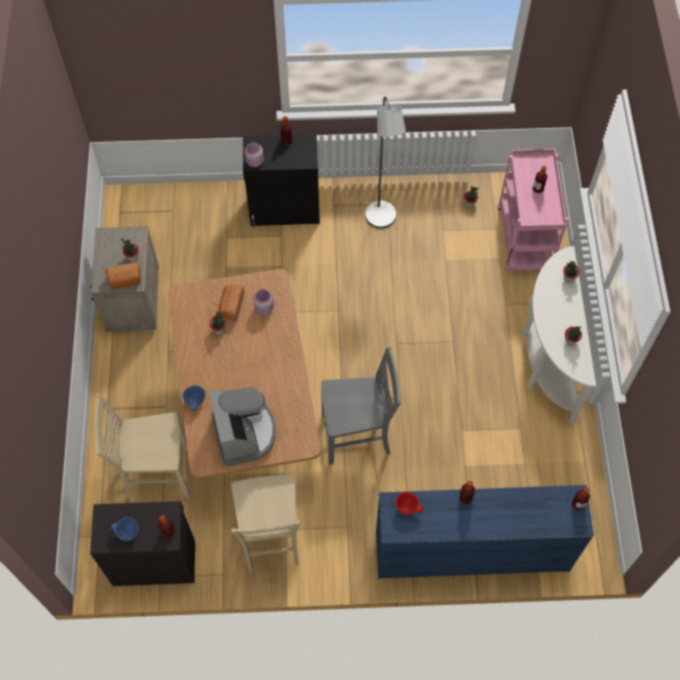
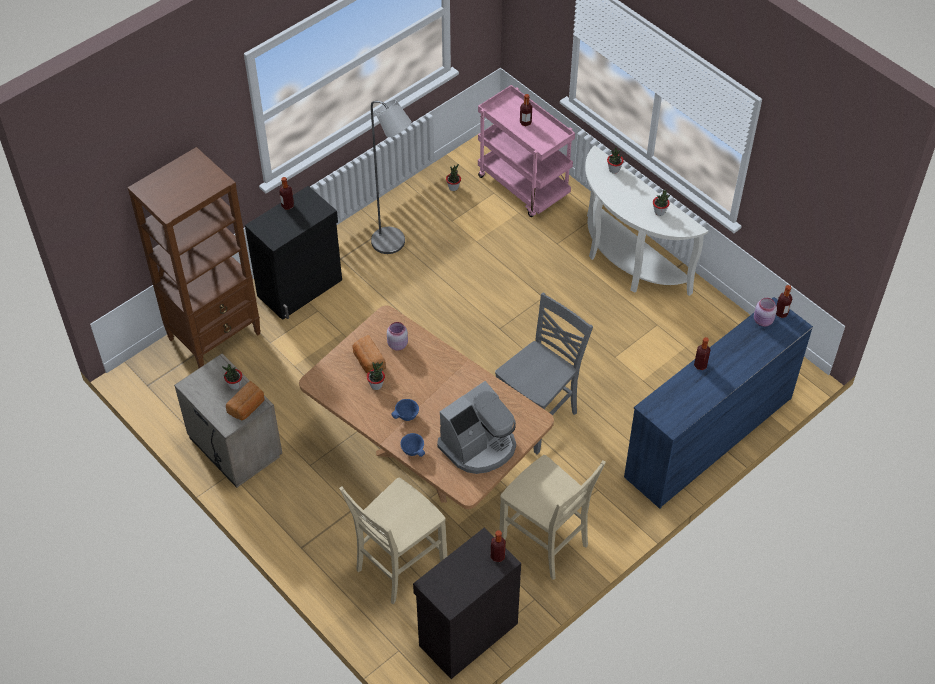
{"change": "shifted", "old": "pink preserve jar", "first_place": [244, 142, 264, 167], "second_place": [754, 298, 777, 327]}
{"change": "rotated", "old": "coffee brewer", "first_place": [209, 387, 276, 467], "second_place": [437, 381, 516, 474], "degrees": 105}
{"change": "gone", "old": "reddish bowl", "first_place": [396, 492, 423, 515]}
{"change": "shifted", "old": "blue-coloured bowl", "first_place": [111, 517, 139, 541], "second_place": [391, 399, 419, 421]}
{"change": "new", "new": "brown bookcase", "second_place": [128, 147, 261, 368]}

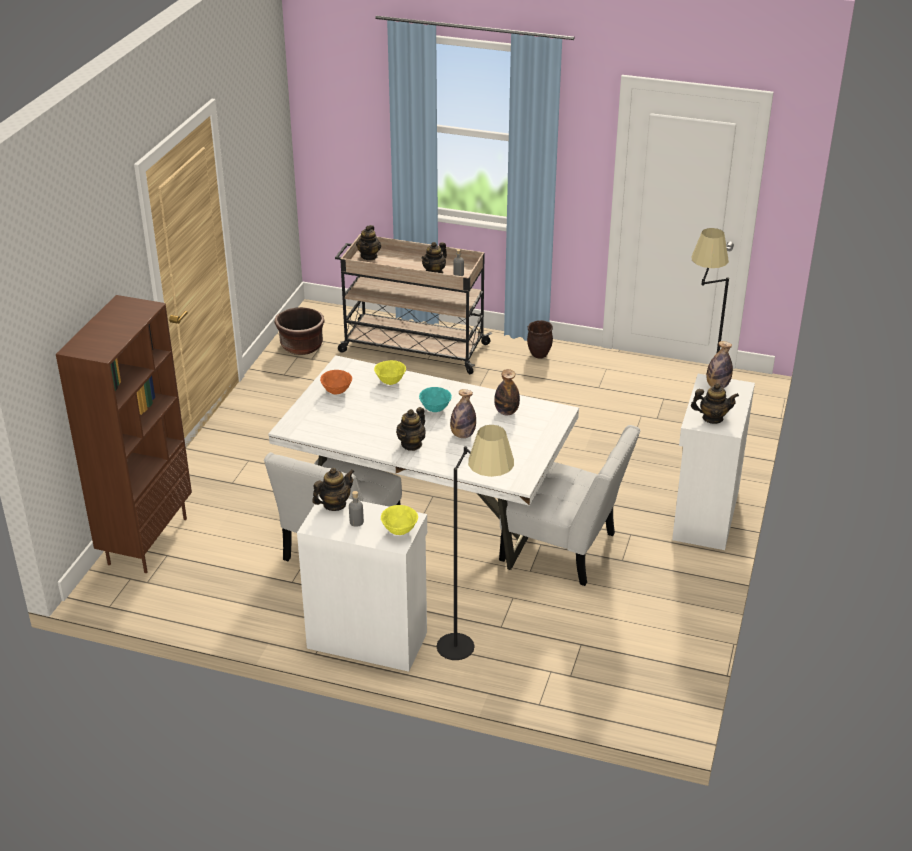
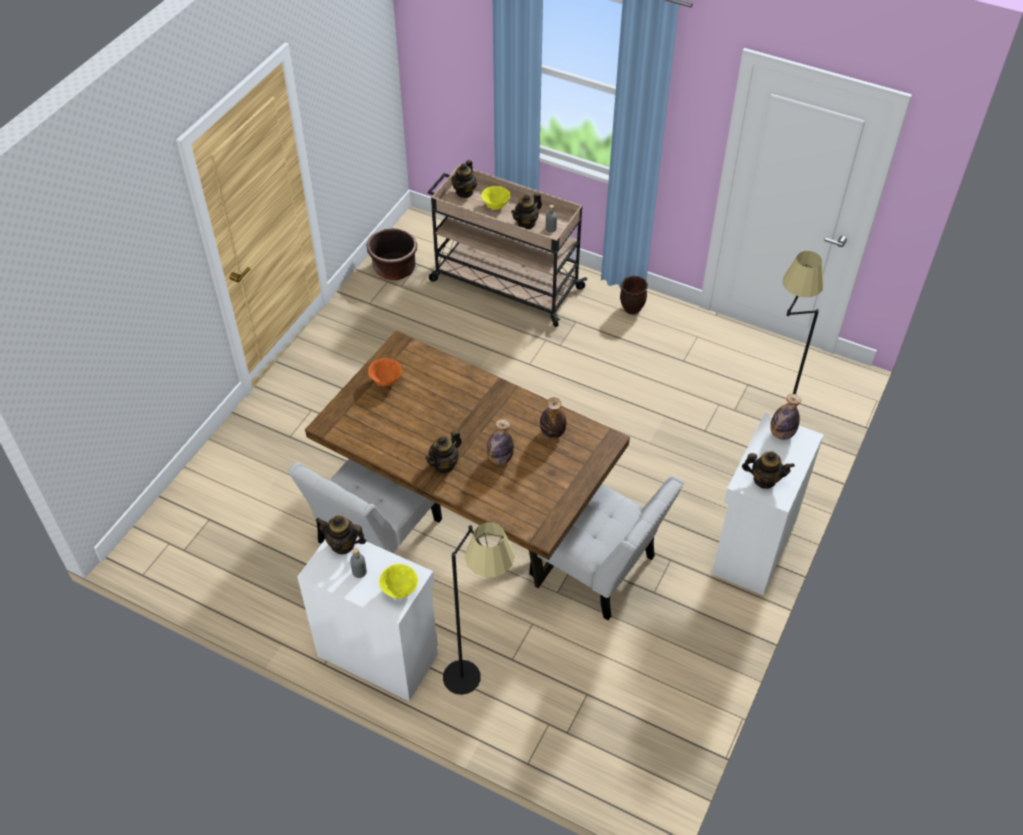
{"change": "gone", "old": "brown bookcase", "first_place": [56, 295, 192, 573]}
{"change": "repainted", "old": "white dinner table", "new": "brown dinner table", "first_place": [268, 355, 579, 570], "second_place": [305, 330, 630, 588]}
{"change": "shifted", "old": "yellow bowl", "first_place": [374, 360, 406, 385], "second_place": [481, 186, 510, 210]}
{"change": "gone", "old": "turquoise-coloured bowl", "first_place": [419, 387, 452, 412]}
{"change": "rotated", "old": "teapot", "first_place": [312, 468, 355, 511], "second_place": [316, 515, 366, 554], "degrees": -135}

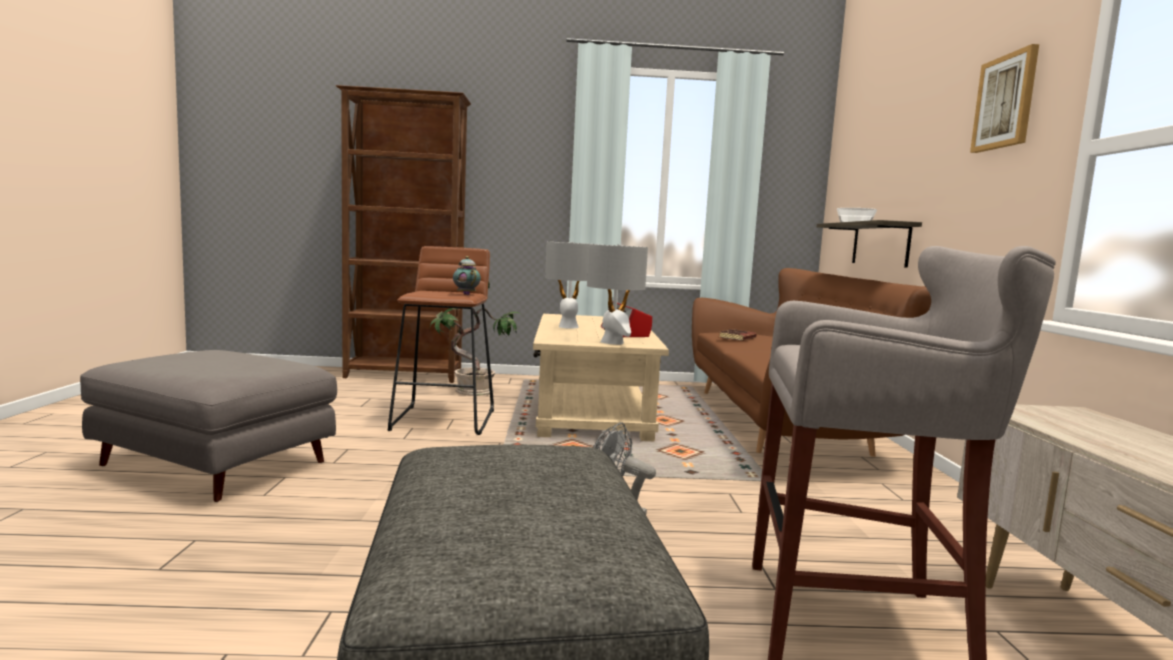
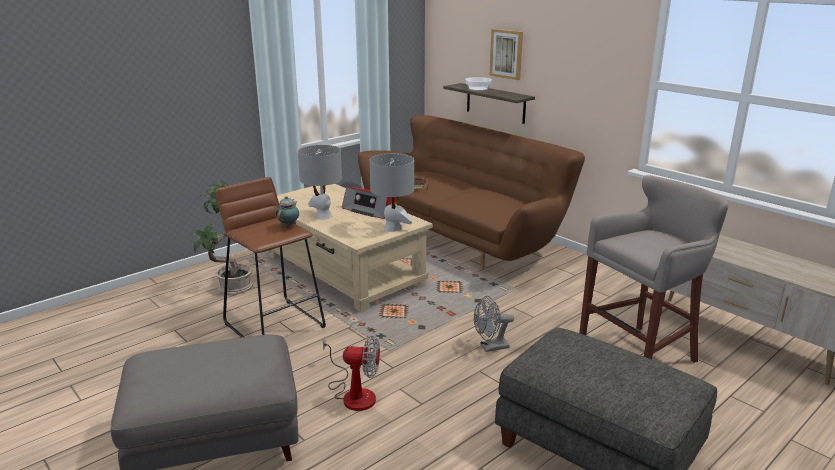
{"change": "shifted", "old": "wall picture", "first_place": [970, 44, 1039, 153], "second_place": [490, 29, 523, 80]}
{"change": "gone", "old": "brown bookcase", "first_place": [336, 85, 471, 383]}
{"change": "rotated", "old": "teapot", "first_place": [453, 256, 481, 295], "second_place": [276, 196, 299, 228], "degrees": 90}
{"change": "new", "new": "fan", "second_place": [323, 336, 380, 411]}

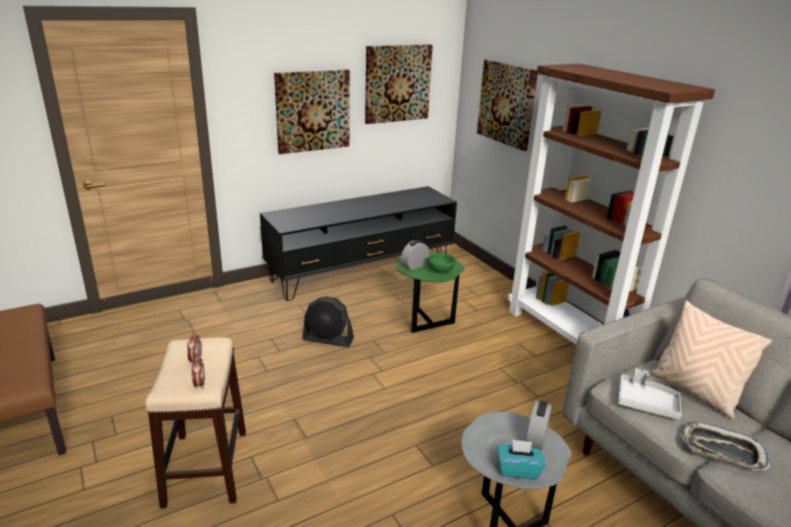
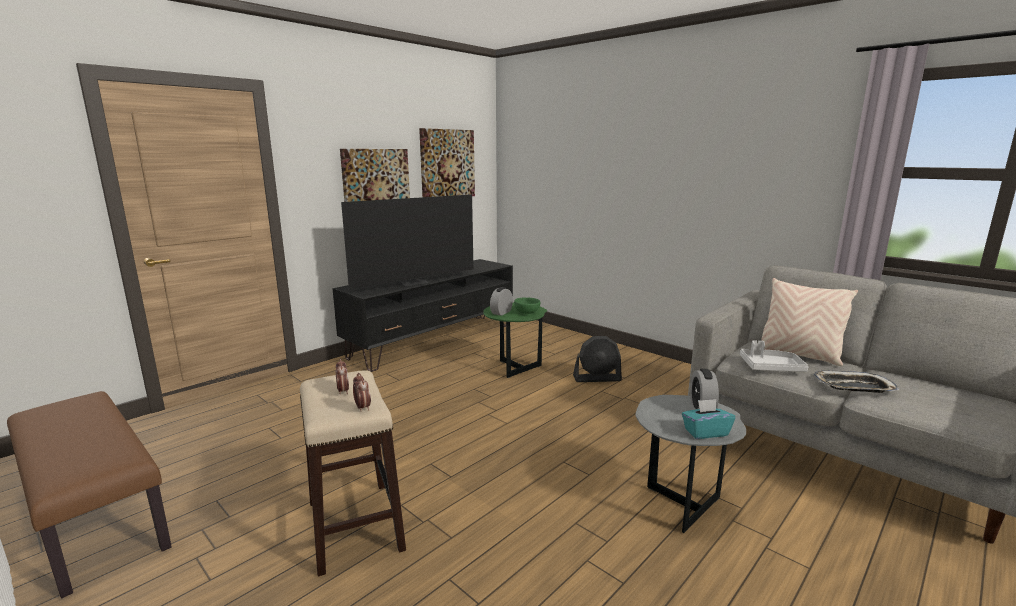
{"change": "gone", "old": "wall picture", "first_place": [477, 60, 538, 151]}
{"change": "gone", "old": "brown bookcase", "first_place": [508, 63, 715, 345]}
{"change": "shifted", "old": "blackish fan", "first_place": [302, 296, 354, 347], "second_place": [573, 336, 622, 382]}
{"change": "new", "new": "TV set", "second_place": [341, 195, 474, 289]}

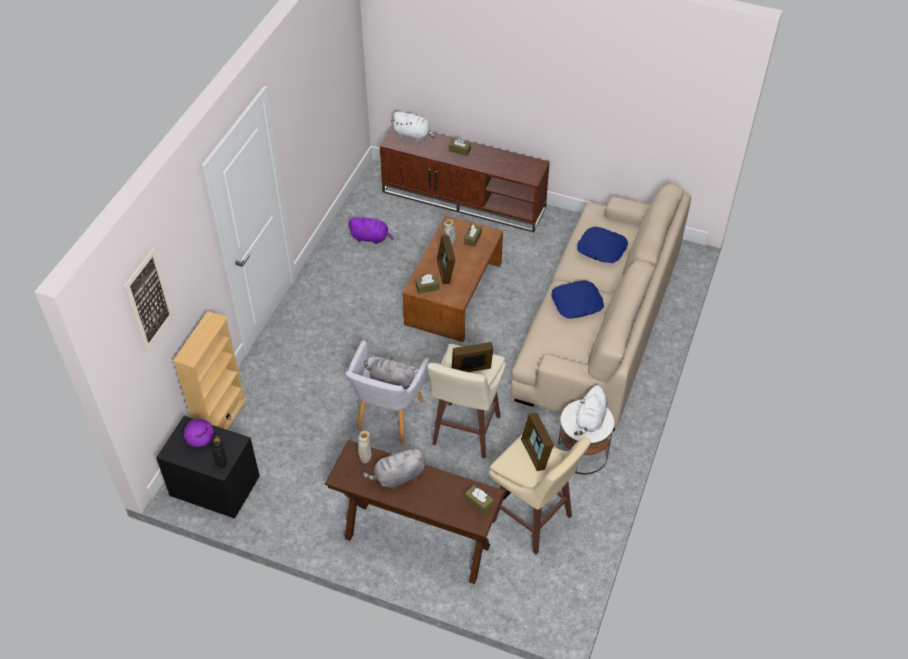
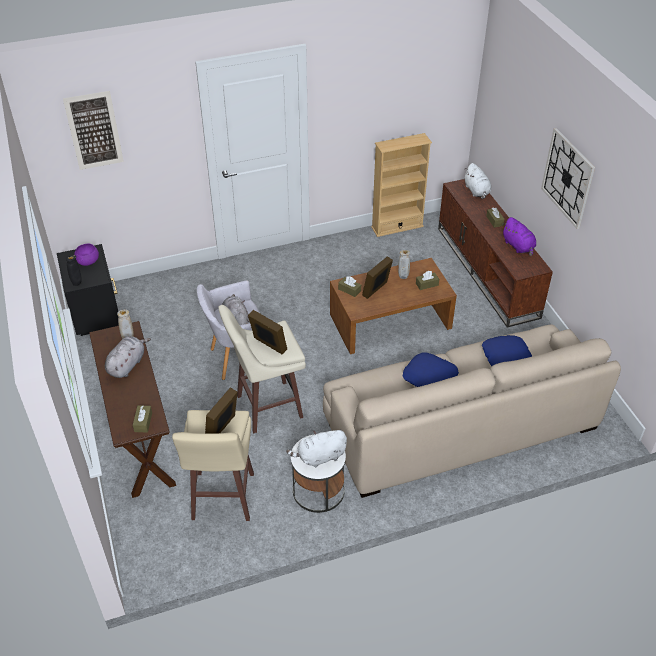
{"change": "shifted", "old": "purple-coloured plush toy", "first_place": [348, 217, 394, 244], "second_place": [502, 217, 536, 256]}
{"change": "shifted", "old": "beige bookcase", "first_place": [173, 311, 247, 430], "second_place": [371, 133, 432, 237]}
{"change": "rotated", "old": "gray plush toy", "first_place": [362, 447, 425, 489], "second_place": [105, 336, 151, 378], "degrees": 90}
{"change": "new", "new": "hanging clock", "second_place": [541, 128, 595, 229]}

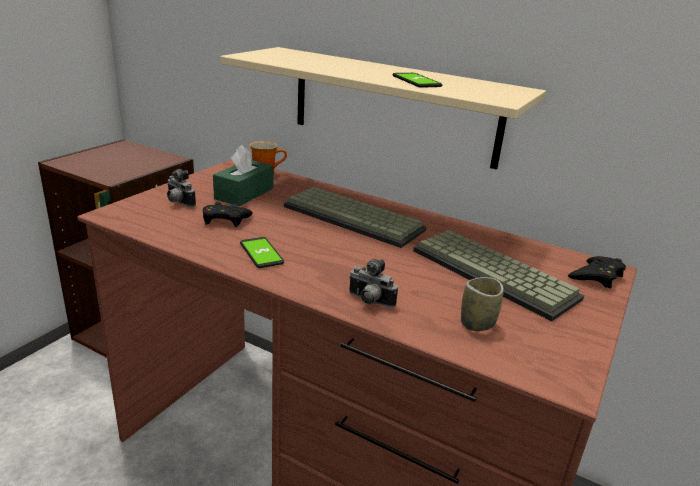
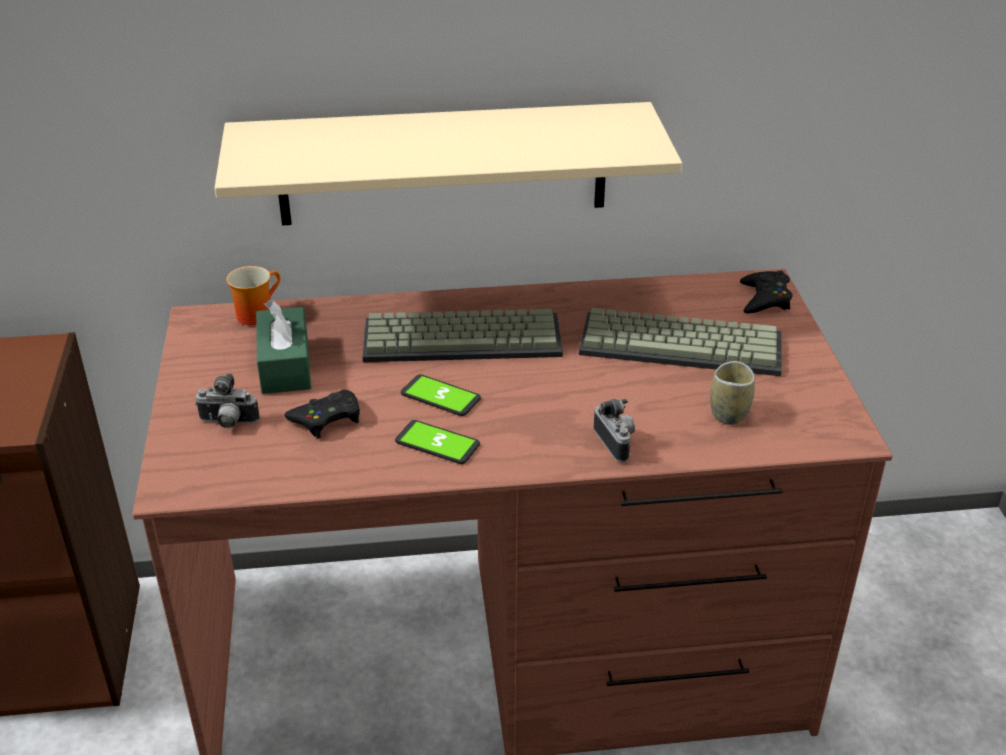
{"change": "shifted", "old": "phone", "first_place": [393, 73, 442, 88], "second_place": [401, 374, 481, 416]}
{"change": "rotated", "old": "photo camera", "first_place": [349, 259, 398, 308], "second_place": [593, 399, 635, 462], "degrees": -105}

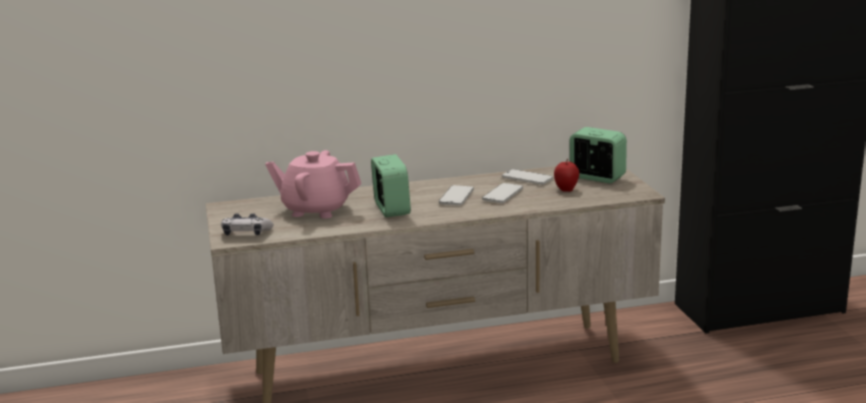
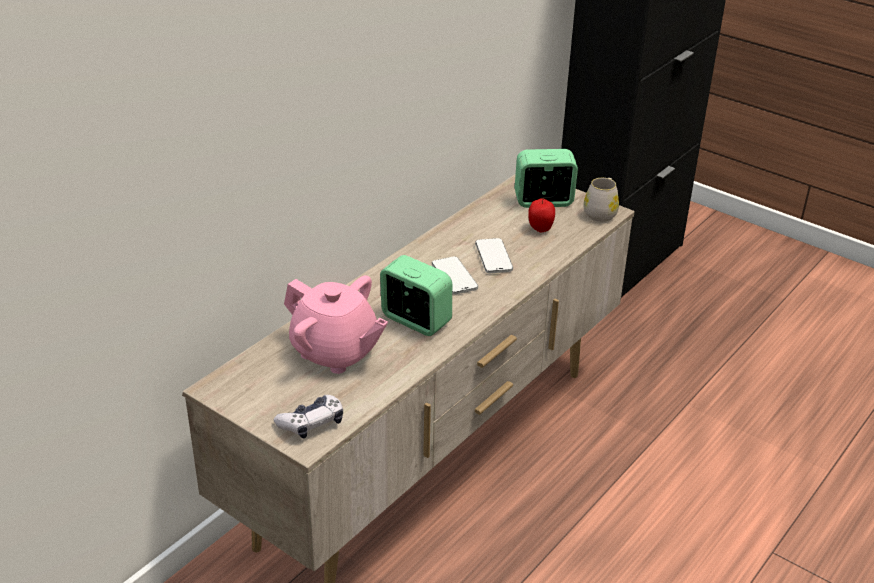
{"change": "rotated", "old": "pink teapot", "first_place": [265, 150, 361, 219], "second_place": [284, 276, 388, 374], "degrees": -120}
{"change": "gone", "old": "phone", "first_place": [502, 169, 553, 185]}
{"change": "new", "new": "white tea mug", "second_place": [584, 178, 619, 222]}

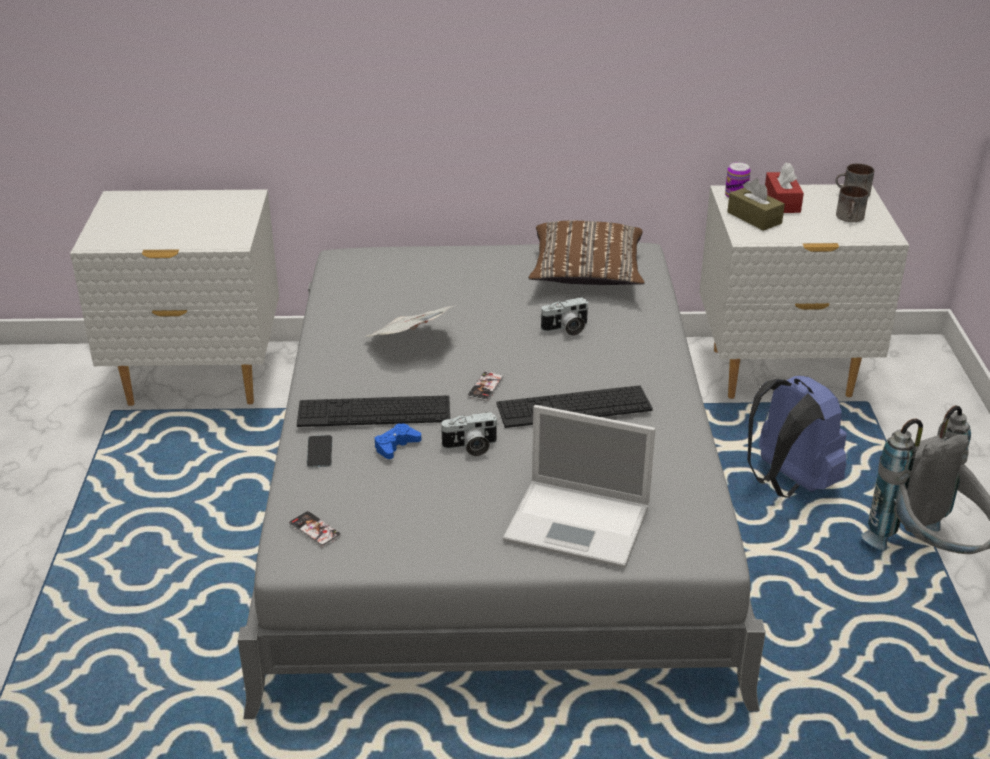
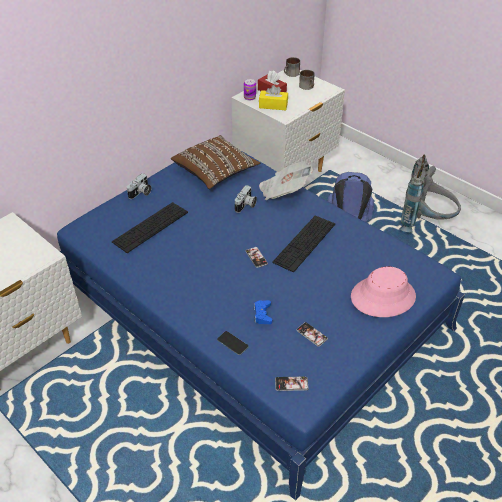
{"change": "repainted", "old": "brown box of tissues", "new": "yellow box of tissues", "first_place": [727, 179, 785, 231], "second_place": [259, 85, 288, 110]}
{"change": "repainted", "old": "gray sleeping bed", "new": "blue-coloured sleeping bed", "first_place": [238, 242, 766, 719], "second_place": [57, 150, 465, 500]}
{"change": "shifted", "old": "printed paper", "first_place": [365, 305, 457, 337], "second_place": [259, 161, 313, 200]}
{"change": "shifted", "old": "PC keyboard", "first_place": [297, 395, 450, 427], "second_place": [112, 202, 188, 253]}
{"change": "swapped", "old": "portable computer", "new": "pink clothing hat", "first_place": [503, 405, 655, 568], "second_place": [351, 267, 416, 317]}
{"change": "shifted", "old": "photo camera", "first_place": [439, 412, 498, 456], "second_place": [127, 174, 152, 199]}
{"change": "new", "new": "phone", "second_place": [296, 322, 328, 347]}

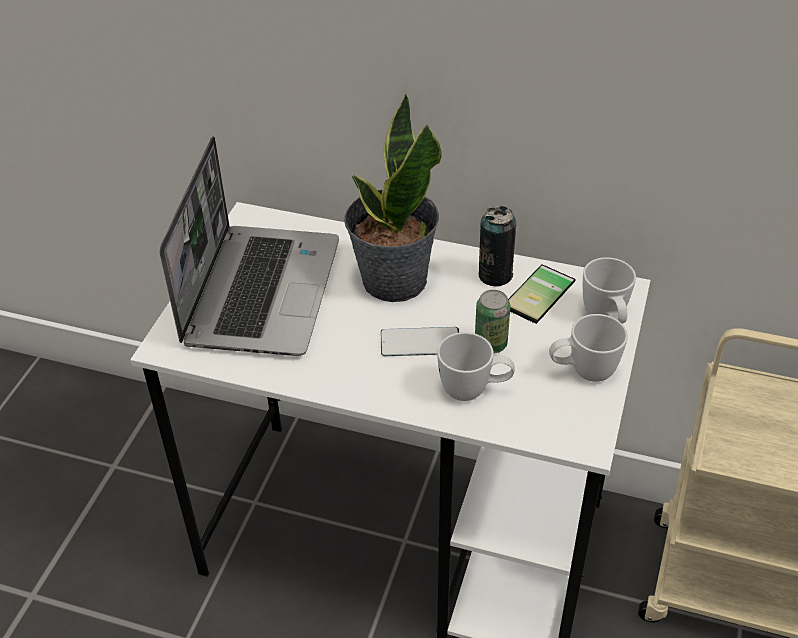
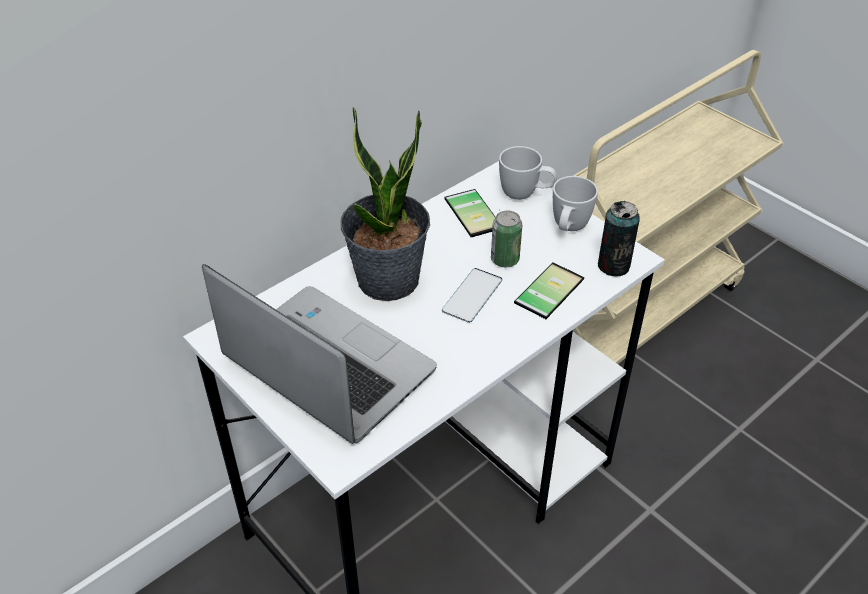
{"change": "shifted", "old": "can", "first_place": [479, 206, 516, 287], "second_place": [598, 201, 640, 276]}
{"change": "swapped", "old": "white tea mug", "new": "phone", "first_place": [437, 332, 515, 401], "second_place": [514, 263, 584, 319]}

